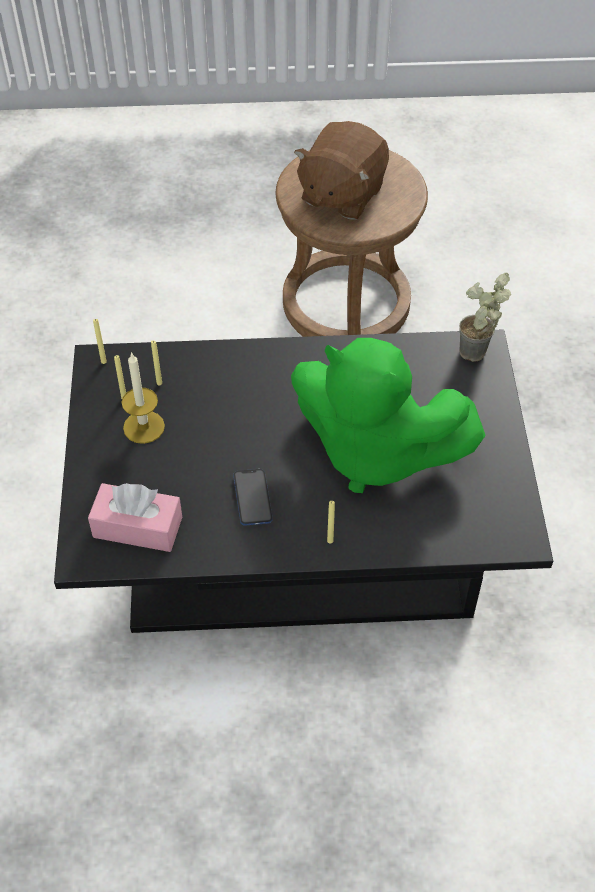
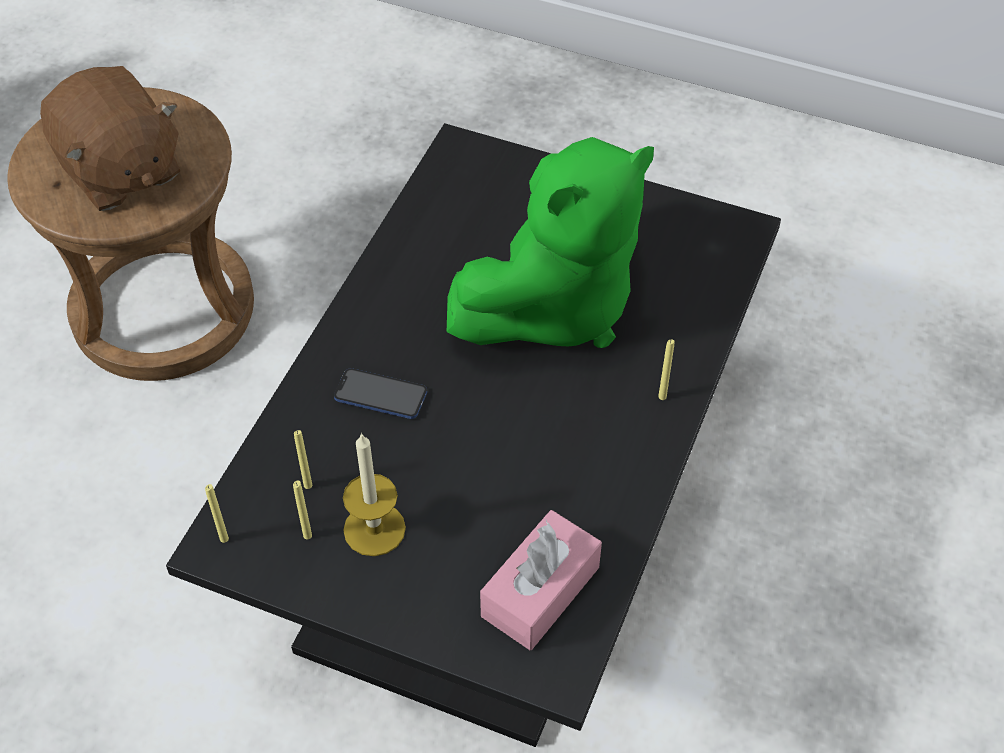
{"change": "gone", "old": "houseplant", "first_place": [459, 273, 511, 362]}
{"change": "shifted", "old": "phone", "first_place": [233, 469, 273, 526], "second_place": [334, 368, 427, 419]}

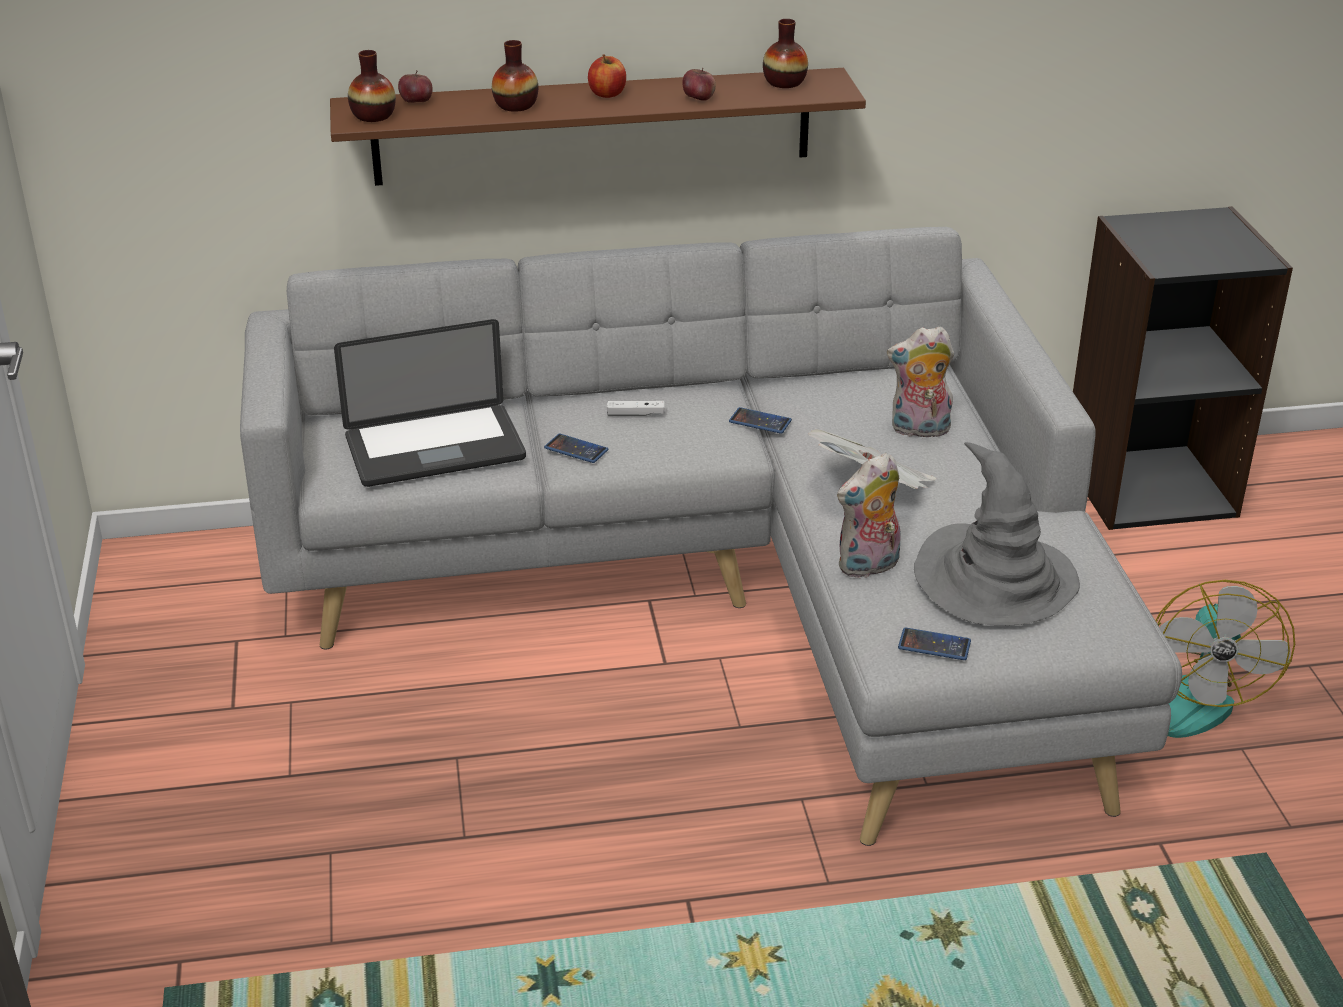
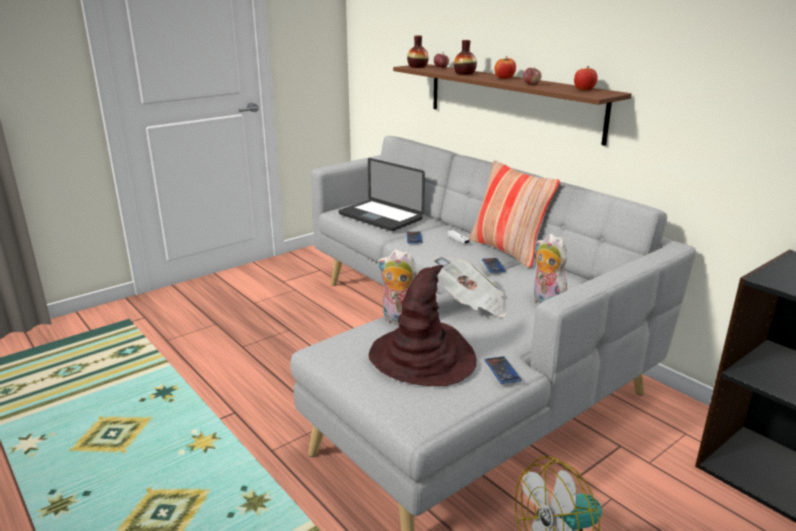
{"change": "swapped", "old": "decorative vase", "new": "apple fruit", "first_place": [763, 19, 808, 88], "second_place": [574, 66, 598, 90]}
{"change": "repainted", "old": "gray clothing hat", "new": "brown clothing hat", "first_place": [914, 442, 1080, 626], "second_place": [369, 265, 476, 387]}
{"change": "shifted", "old": "phone", "first_place": [898, 627, 971, 660], "second_place": [485, 356, 522, 384]}
{"change": "new", "new": "throw pillow", "second_place": [469, 160, 560, 268]}

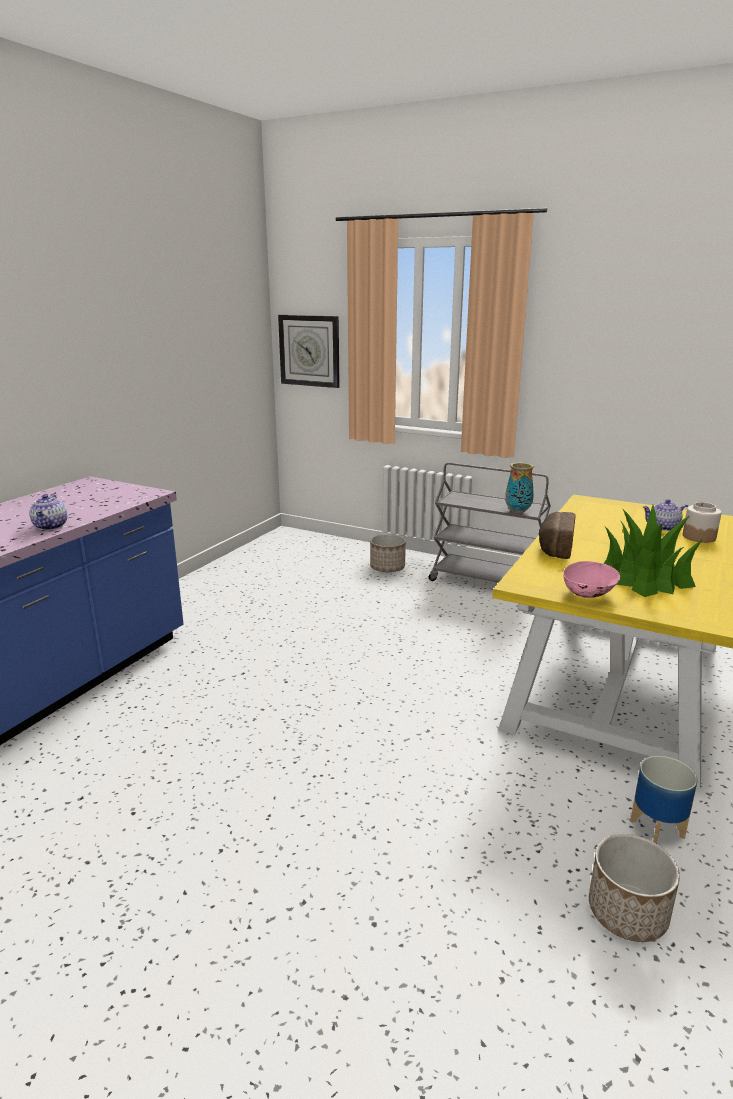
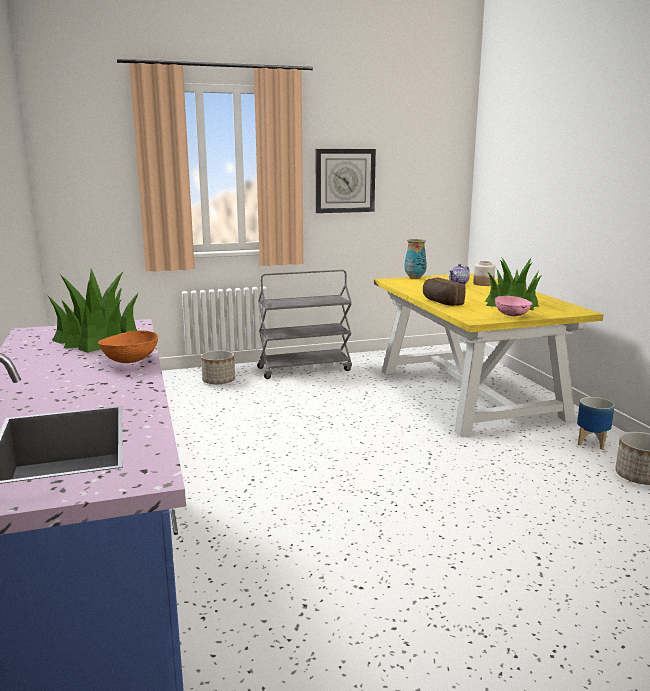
{"change": "shifted", "old": "hanging clock", "first_place": [278, 315, 340, 388], "second_place": [316, 149, 376, 213]}
{"change": "shifted", "old": "decorative vase", "first_place": [505, 462, 534, 514], "second_place": [405, 239, 427, 279]}
{"change": "swapped", "old": "teapot", "new": "orange bowl", "first_place": [29, 494, 67, 530], "second_place": [98, 330, 158, 363]}
{"change": "new", "new": "houseplant", "second_place": [47, 269, 139, 353]}

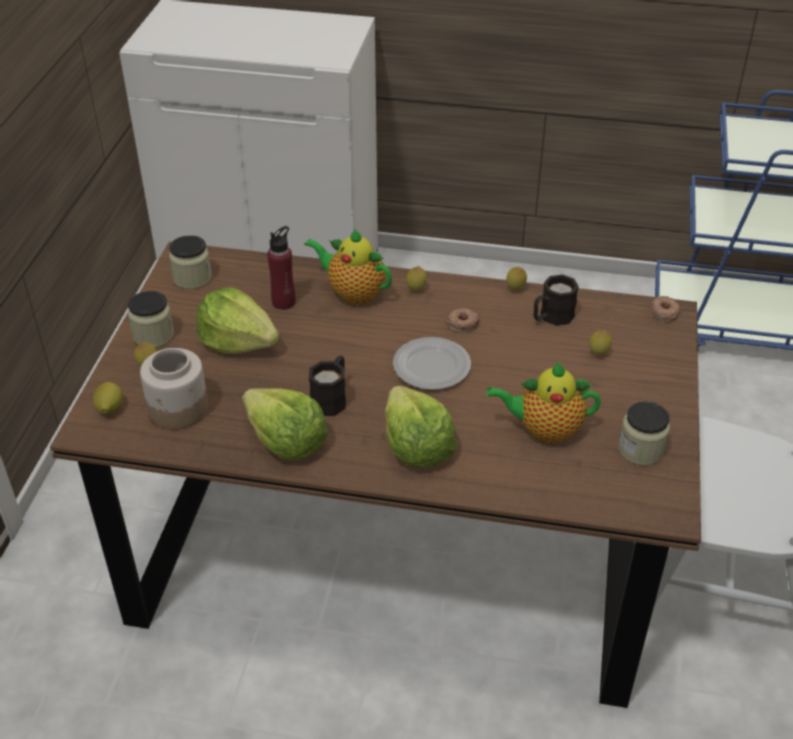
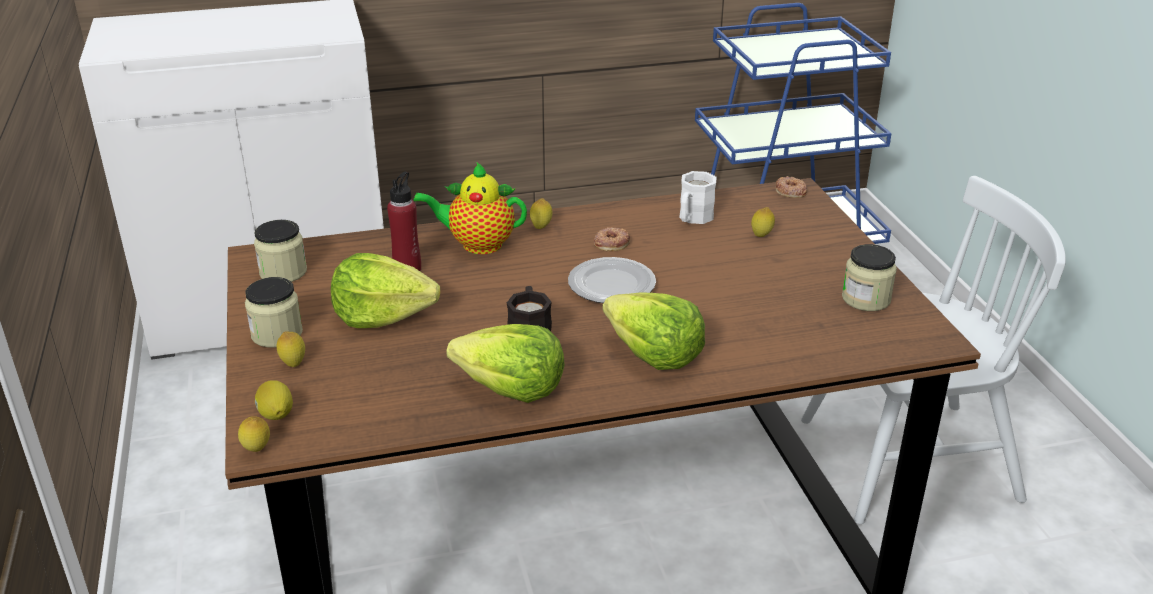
{"change": "shifted", "old": "whole lemon", "first_place": [506, 267, 527, 290], "second_place": [238, 416, 270, 452]}
{"change": "repainted", "old": "blackish tea mug", "new": "white tea mug", "first_place": [534, 274, 579, 326], "second_place": [679, 171, 716, 224]}
{"change": "gone", "old": "preserve jar", "first_place": [140, 348, 208, 430]}
{"change": "gone", "old": "teapot", "first_place": [486, 362, 601, 444]}

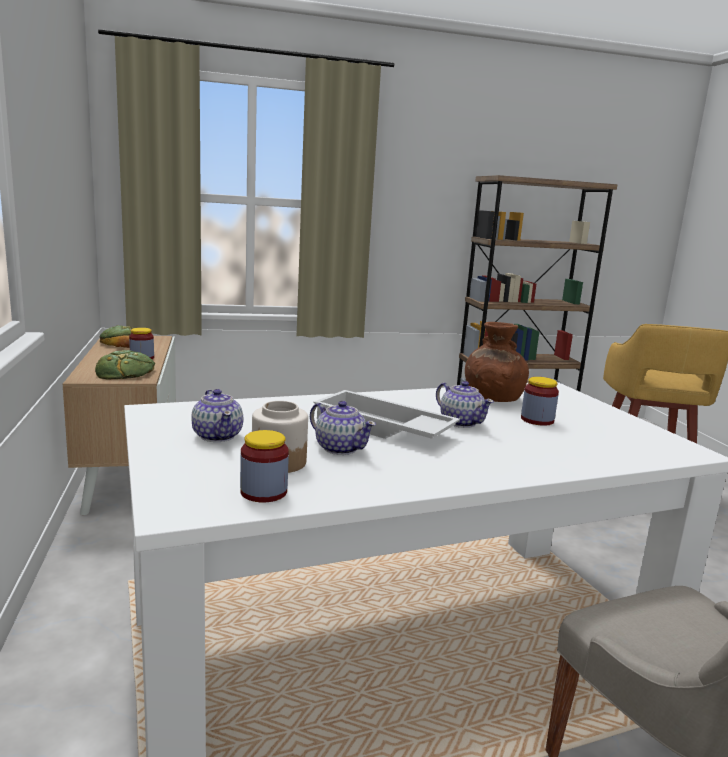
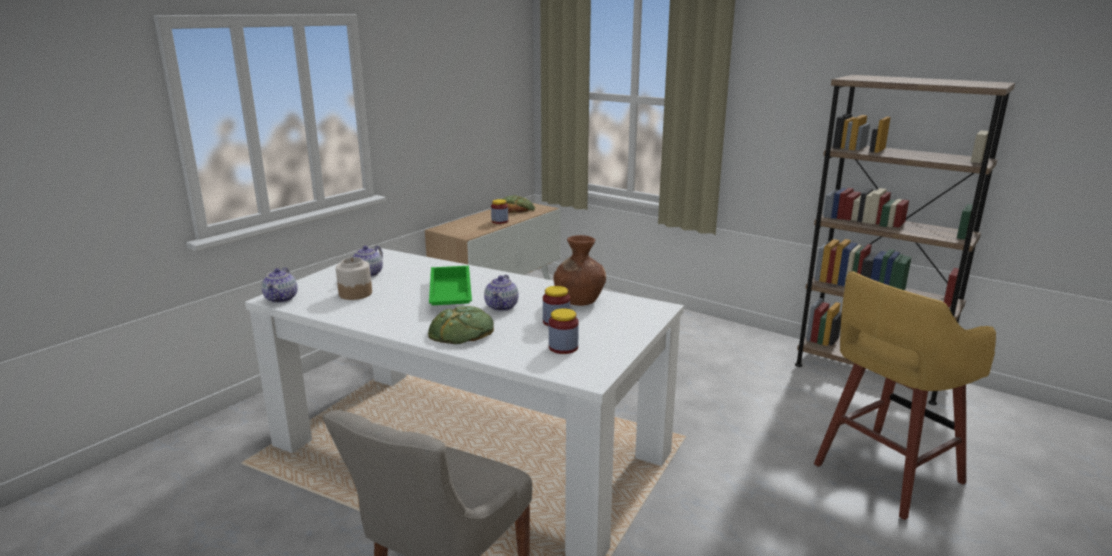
{"change": "shifted", "old": "baked bread", "first_place": [95, 350, 155, 379], "second_place": [428, 306, 494, 344]}
{"change": "repainted", "old": "white serving tray", "new": "greenish serving tray", "first_place": [314, 390, 460, 439], "second_place": [429, 266, 472, 305]}
{"change": "shifted", "old": "teapot", "first_place": [310, 401, 376, 455], "second_place": [262, 267, 298, 303]}
{"change": "shifted", "old": "preserve jar", "first_place": [240, 430, 289, 503], "second_place": [549, 308, 579, 354]}

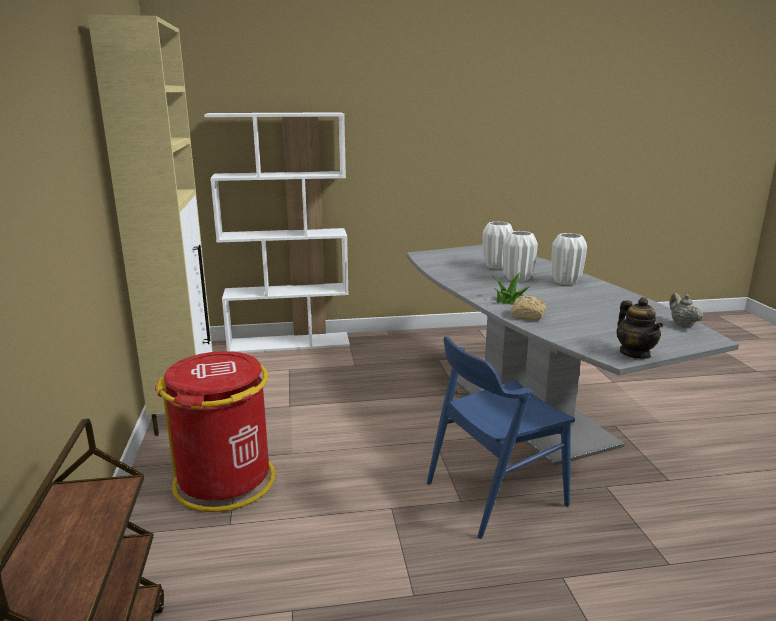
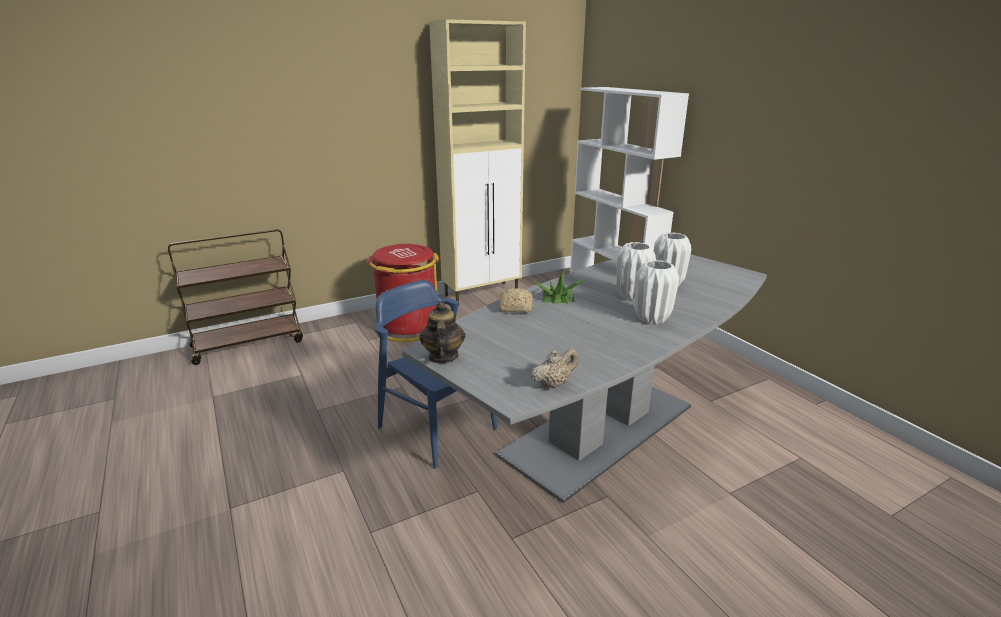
{"change": "rotated", "old": "teapot", "first_place": [616, 297, 663, 359], "second_place": [419, 302, 465, 364], "degrees": 120}

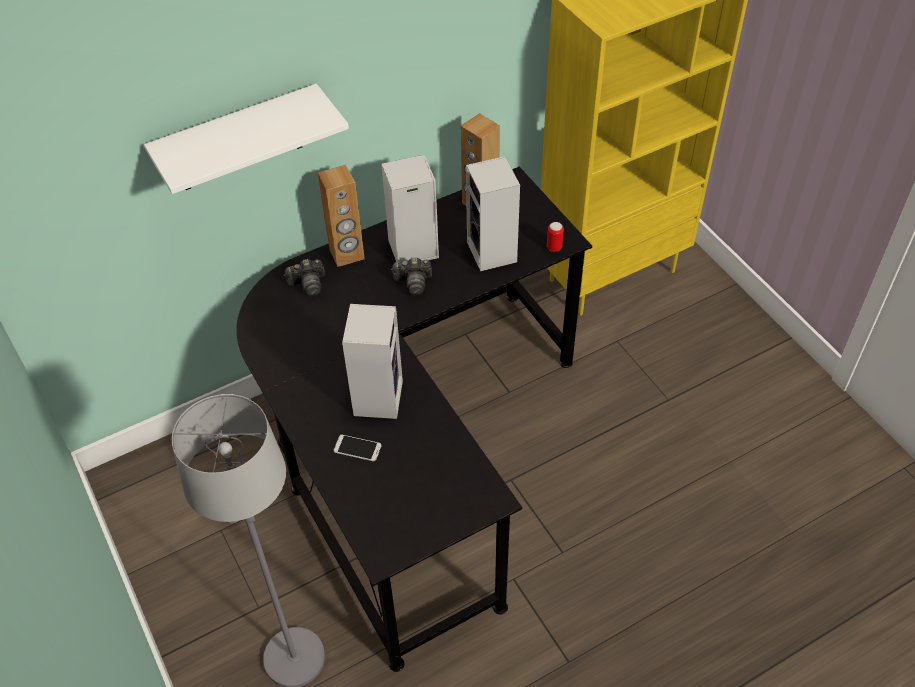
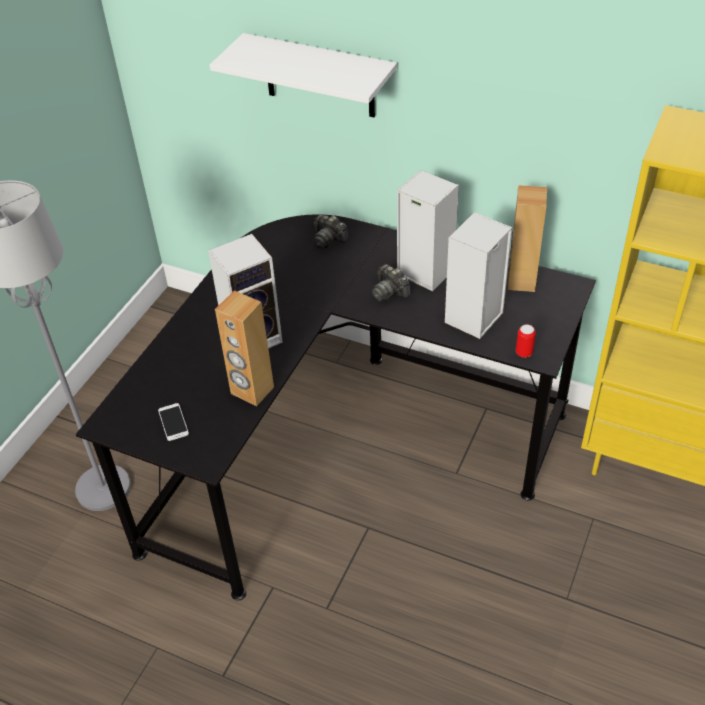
{"change": "shifted", "old": "brown loudspeaker", "first_place": [318, 165, 365, 267], "second_place": [215, 290, 274, 406]}
{"change": "shifted", "old": "phone", "first_place": [334, 435, 382, 461], "second_place": [158, 403, 189, 441]}

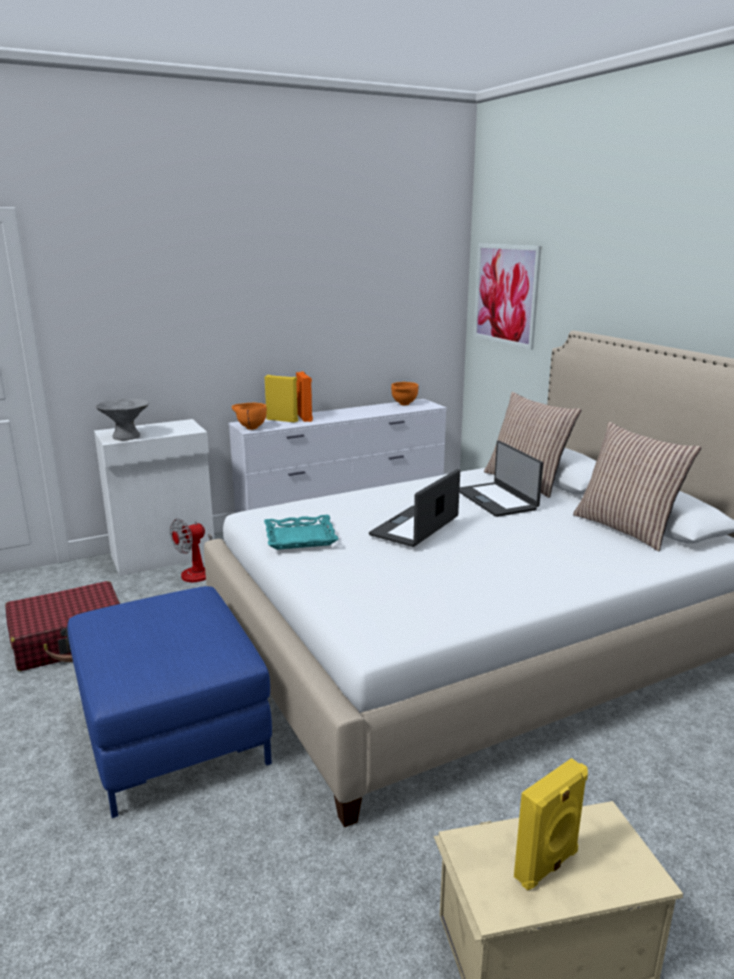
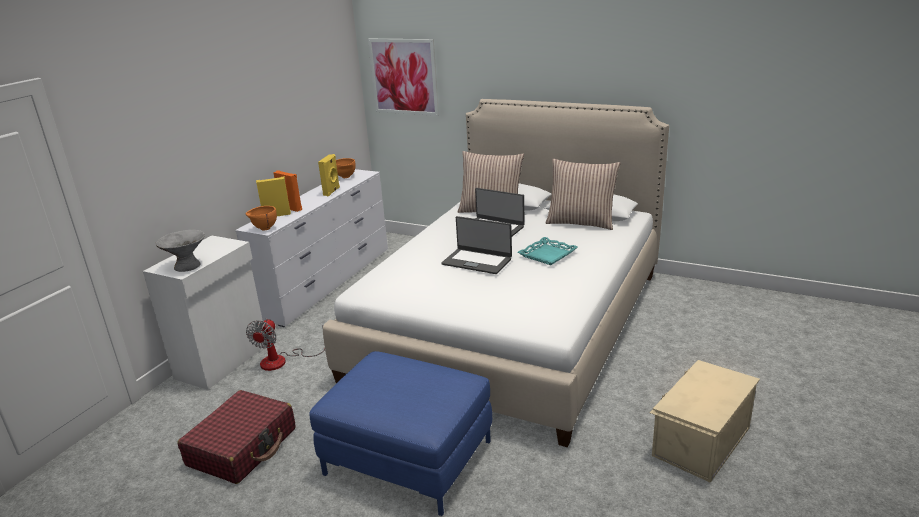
{"change": "rotated", "old": "portable computer", "first_place": [369, 469, 460, 547], "second_place": [441, 216, 512, 274], "degrees": -60}
{"change": "shifted", "old": "turquoise-coloured serving tray", "first_place": [264, 515, 338, 550], "second_place": [518, 237, 578, 265]}
{"change": "shifted", "old": "yellow loudspeaker", "first_place": [514, 758, 588, 890], "second_place": [318, 154, 340, 196]}

